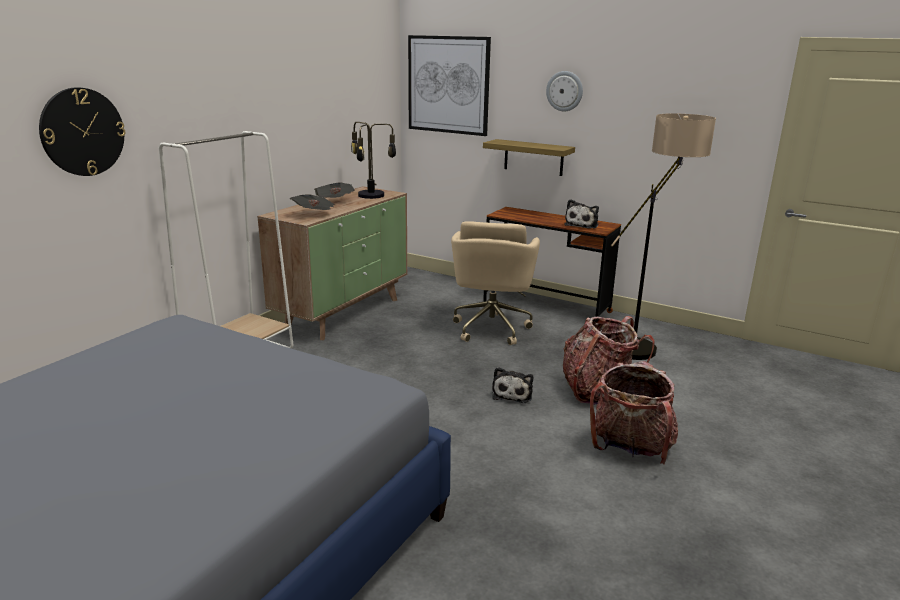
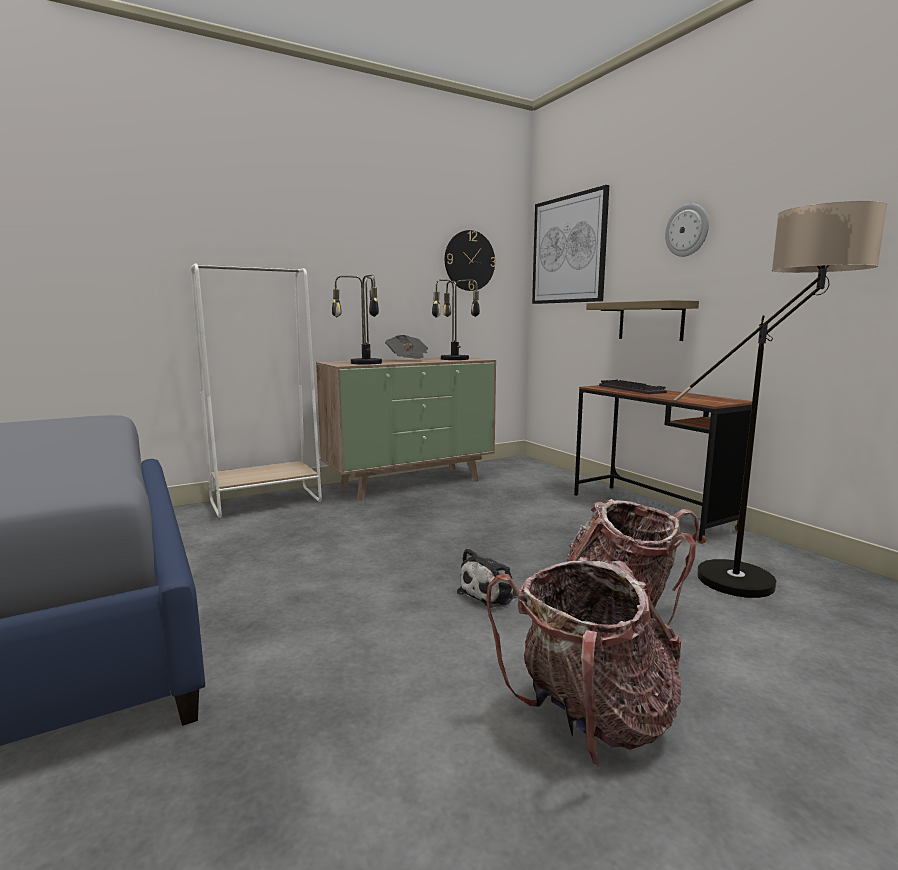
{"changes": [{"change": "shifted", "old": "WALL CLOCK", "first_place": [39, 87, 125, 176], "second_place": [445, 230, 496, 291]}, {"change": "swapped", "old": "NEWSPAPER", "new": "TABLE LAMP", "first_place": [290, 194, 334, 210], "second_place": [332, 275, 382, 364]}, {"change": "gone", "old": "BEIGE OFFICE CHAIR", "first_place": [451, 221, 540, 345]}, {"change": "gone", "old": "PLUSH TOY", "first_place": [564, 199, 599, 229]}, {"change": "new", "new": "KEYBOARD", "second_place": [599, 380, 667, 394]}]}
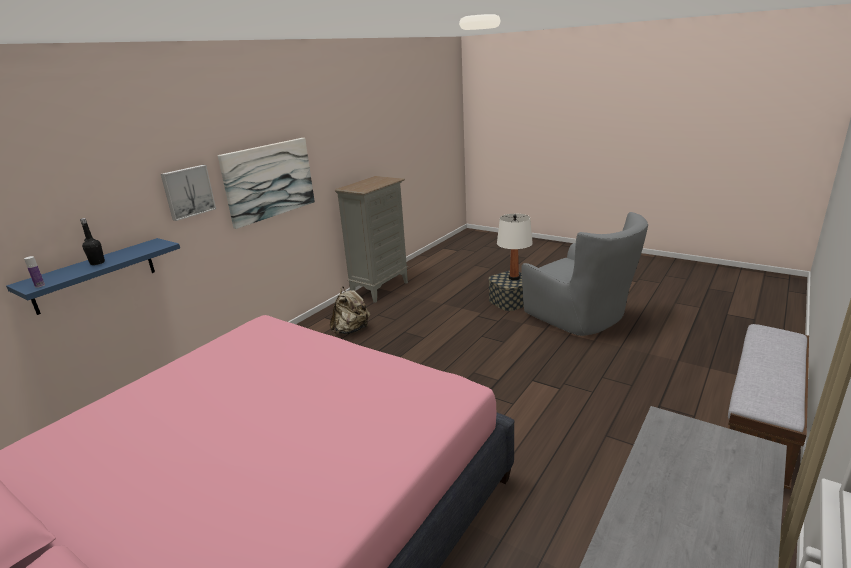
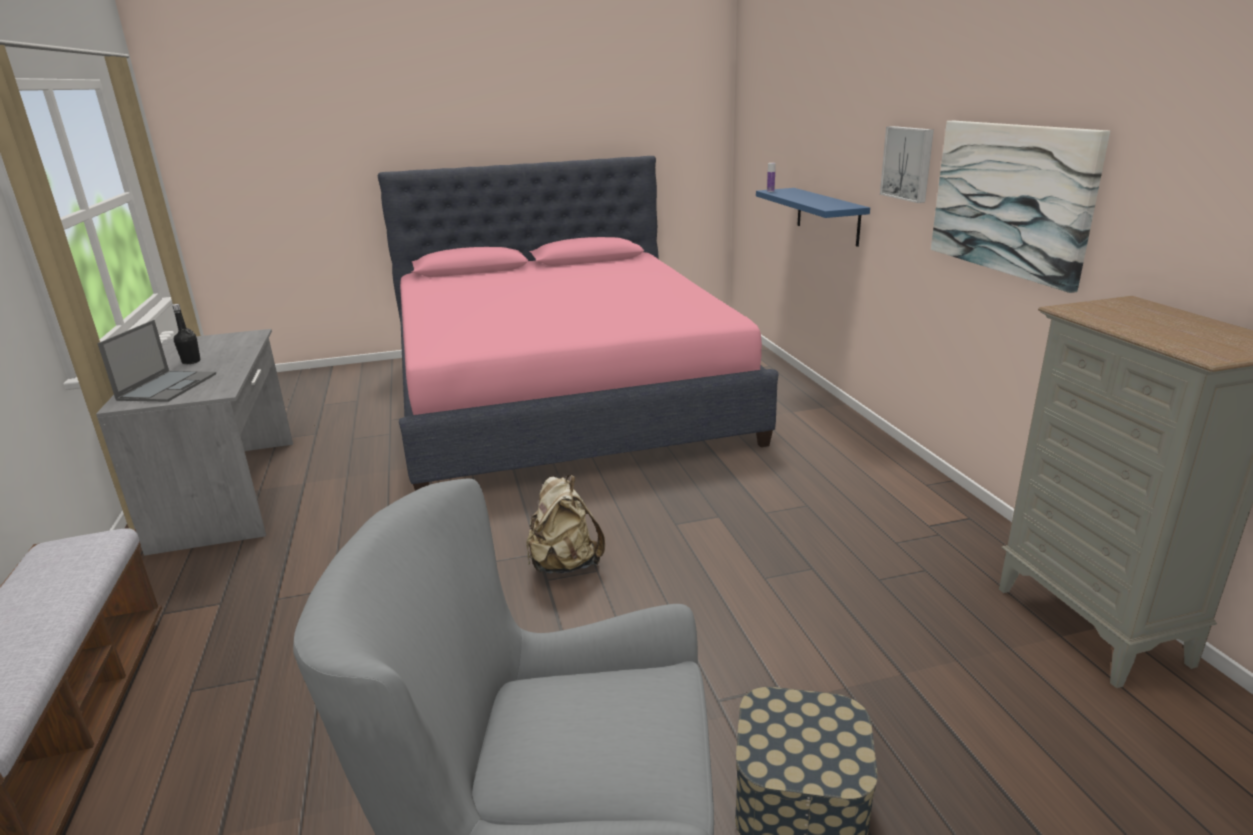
{"changes": [{"change": "shifted", "old": "BLACK BOTTLE", "first_place": [80, 218, 105, 265], "second_place": [172, 304, 201, 364]}, {"change": "shifted", "old": "BEIGE BACKPACK", "first_place": [330, 287, 370, 334], "second_place": [526, 475, 605, 574]}, {"change": "gone", "old": "WHITE TABLE LAMP", "first_place": [497, 214, 533, 280]}, {"change": "new", "new": "LAPTOP", "second_place": [97, 320, 216, 402]}]}
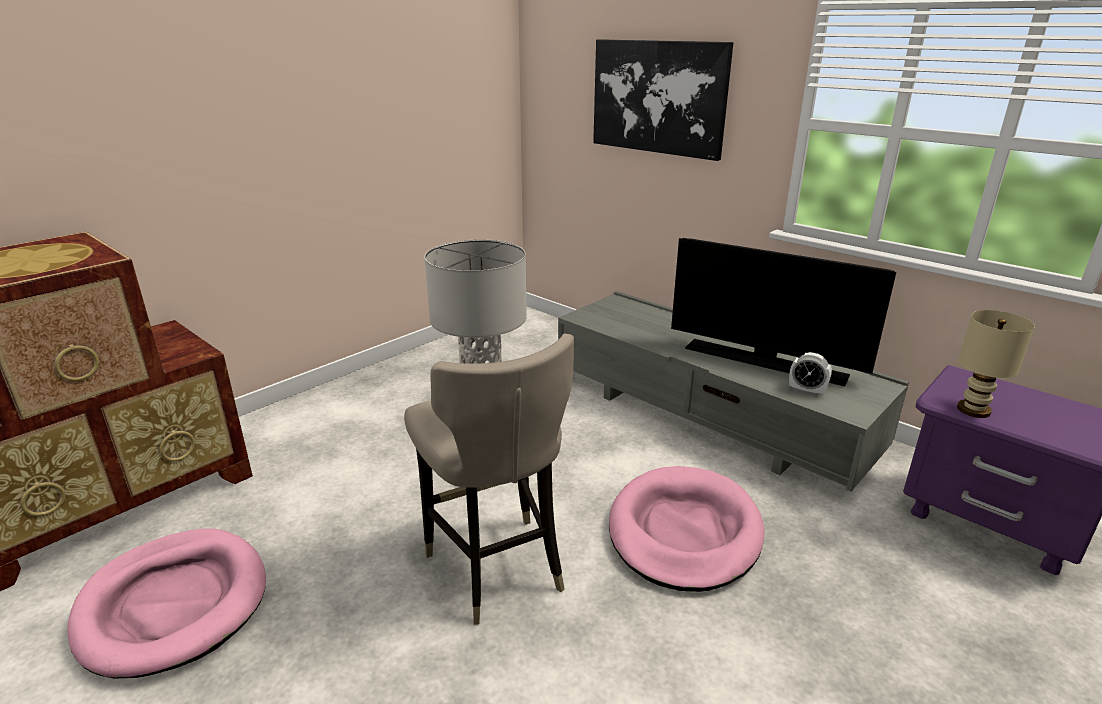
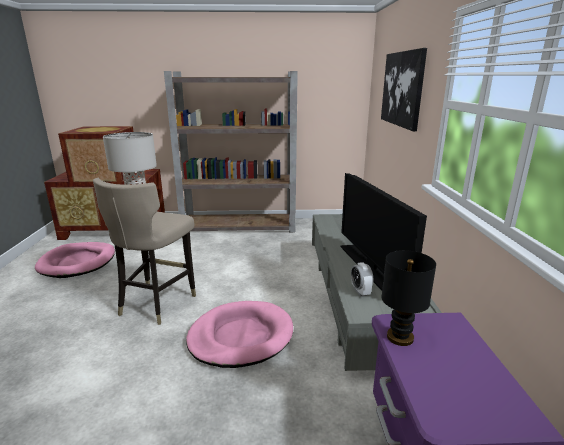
{"changes": [{"change": "repainted", "old": "BEIGE TABLE LAMP", "new": "BLACK TABLE LAMP", "first_place": [957, 310, 1035, 418], "second_place": [381, 250, 436, 346]}, {"change": "new", "new": "BROWN BOOKCASE", "second_place": [164, 71, 298, 233]}]}
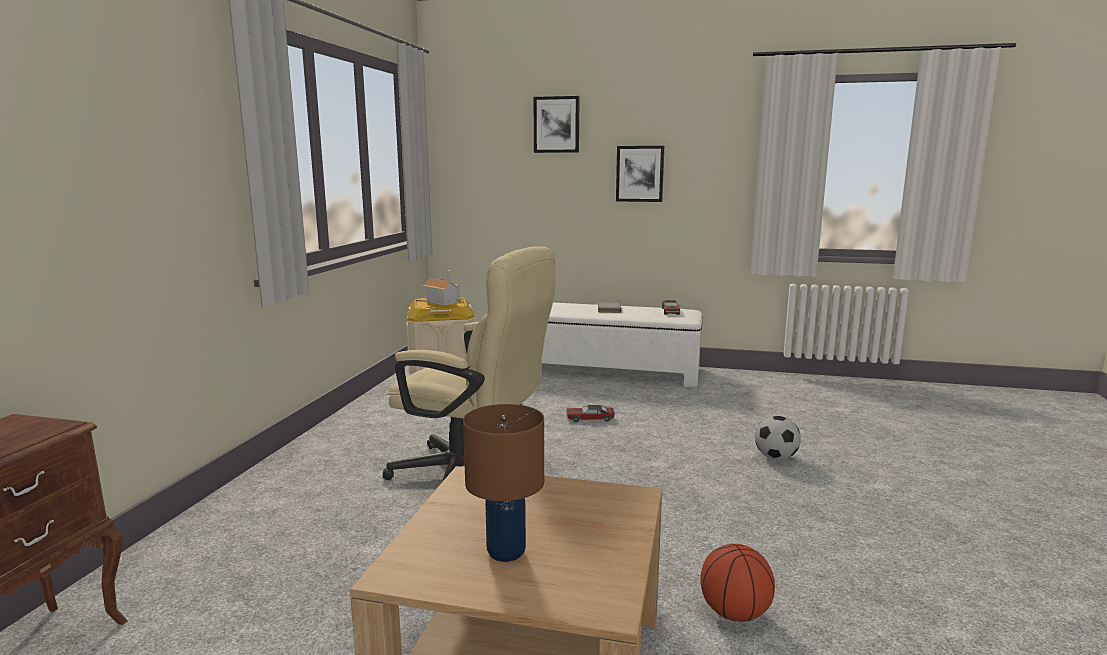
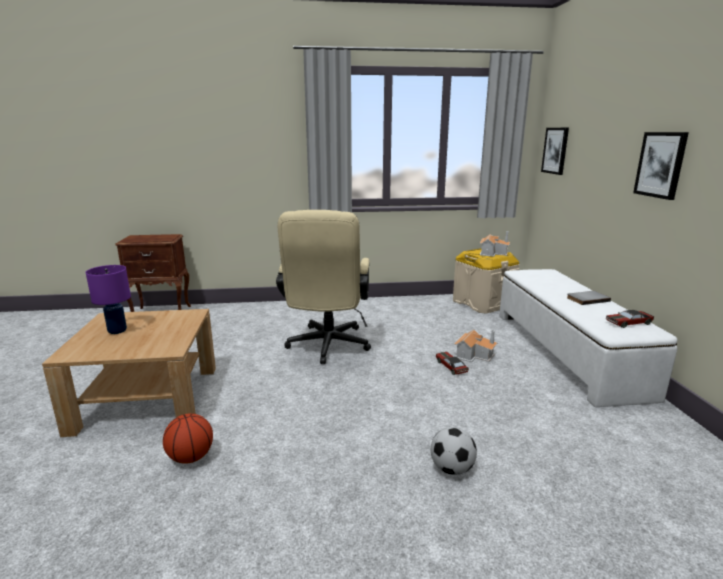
{"changes": [{"change": "repainted", "old": "BROWN TABLE LAMP", "new": "PURPLE TABLE LAMP", "first_place": [463, 404, 544, 562], "second_place": [86, 265, 131, 334]}, {"change": "shifted", "old": "PICTURE", "first_place": [534, 96, 580, 153], "second_place": [541, 128, 569, 175]}, {"change": "new", "new": "TOY HOUSE", "second_place": [454, 330, 497, 362]}]}
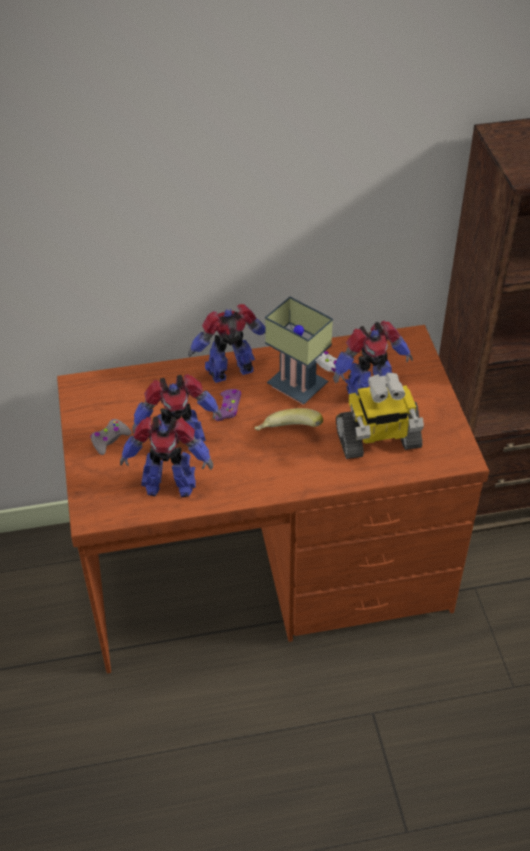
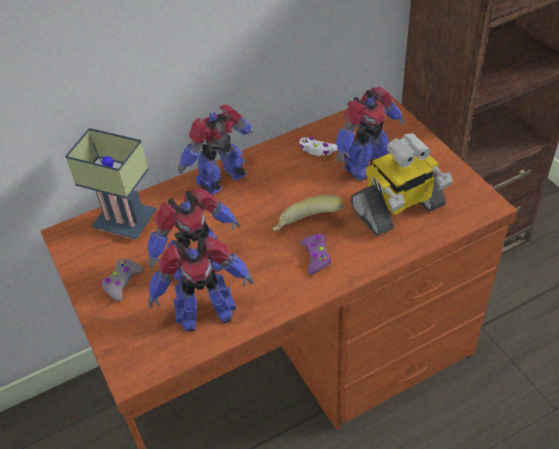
{"changes": [{"change": "shifted", "old": "PURPLE GAME CONTROLLER", "first_place": [215, 389, 241, 421], "second_place": [300, 234, 331, 275]}, {"change": "shifted", "old": "TABLE LAMP", "first_place": [265, 297, 333, 404], "second_place": [65, 128, 157, 240]}]}
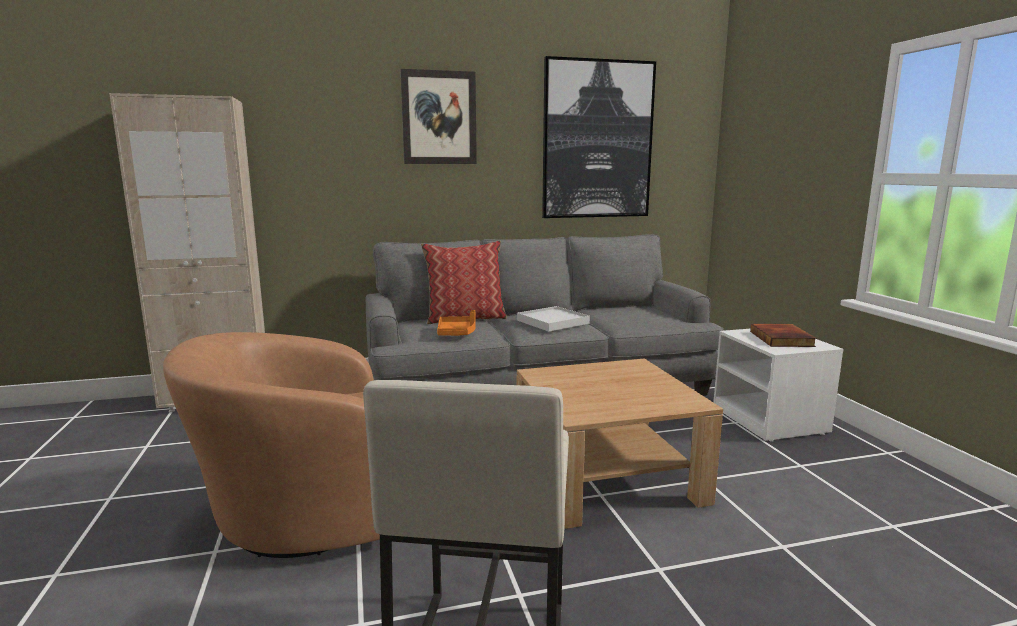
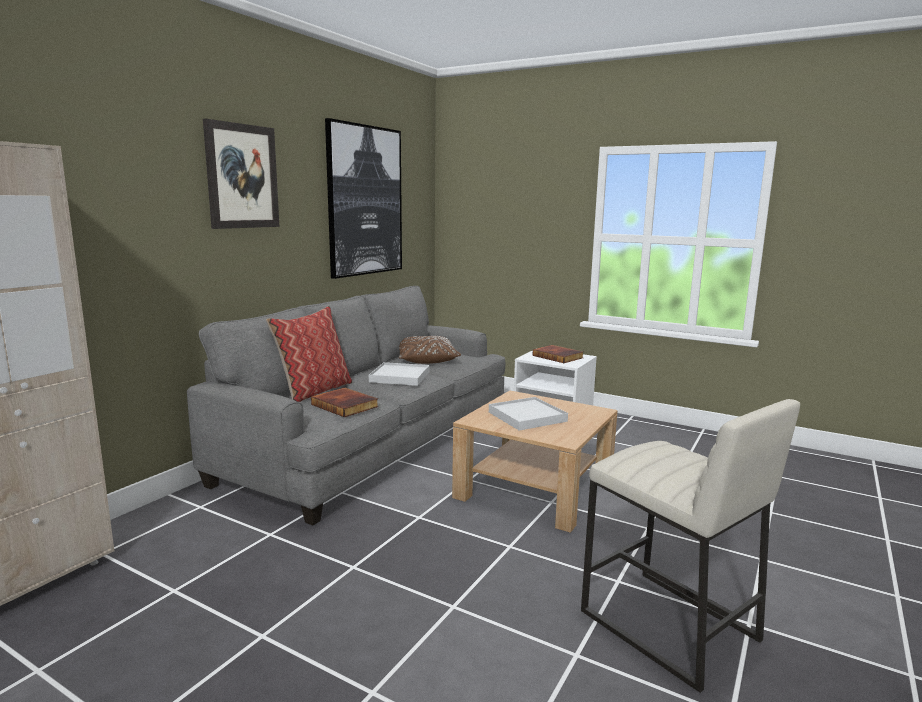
{"changes": [{"change": "gone", "old": "BROWN ARMCHAIR", "first_place": [163, 332, 380, 558]}, {"change": "swapped", "old": "ORANGE TRAY", "new": "BOOK", "first_place": [437, 310, 476, 336], "second_place": [311, 388, 379, 417]}, {"change": "new", "new": "BROWN PILLOW", "second_place": [399, 336, 461, 364]}, {"change": "new", "new": "WHITE TRAY", "second_place": [489, 397, 568, 431]}]}
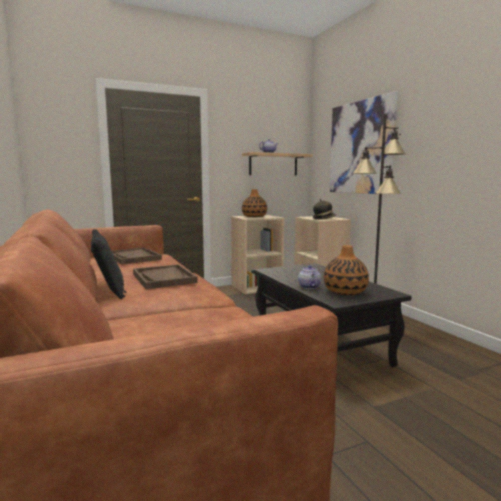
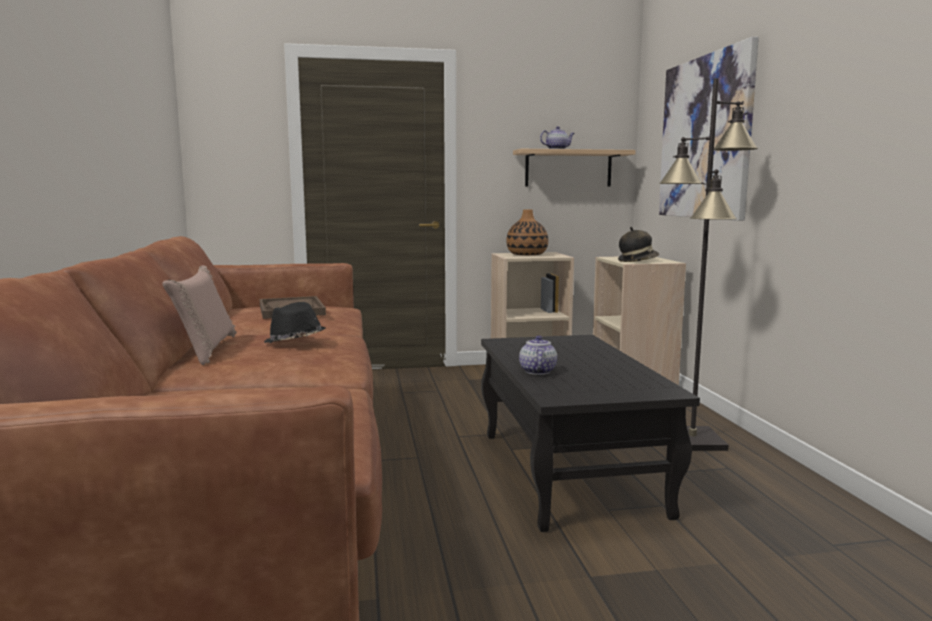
{"changes": [{"change": "repainted", "old": "BLACK PILLOW", "new": "BEIGE PILLOW", "first_place": [91, 229, 126, 299], "second_place": [162, 265, 237, 365]}, {"change": "swapped", "old": "BROWN TRAY", "new": "BLACK HAT", "first_place": [133, 264, 198, 289], "second_place": [264, 302, 326, 343]}, {"change": "gone", "old": "VASE", "first_place": [324, 245, 369, 295]}]}
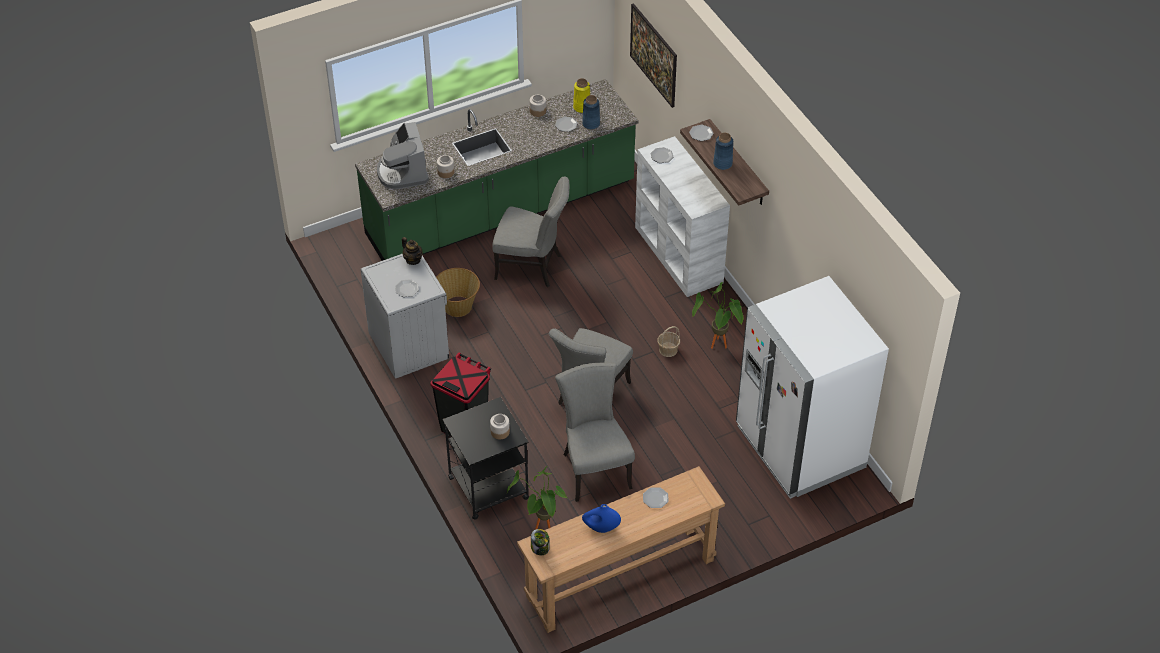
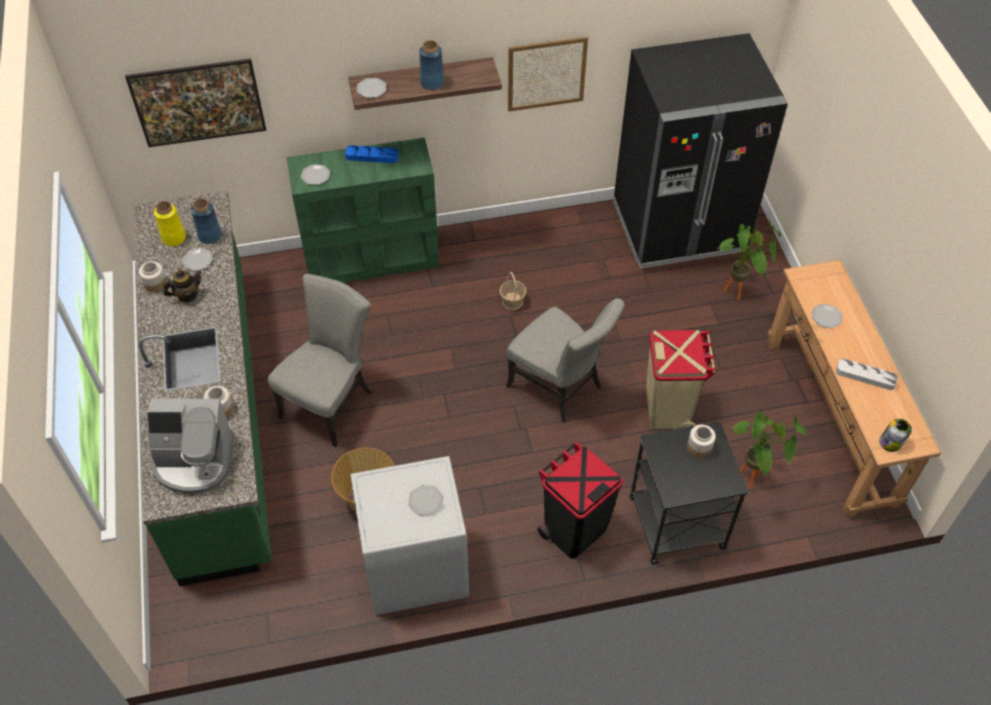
{"changes": [{"change": "shifted", "old": "TEAPOT", "first_place": [402, 237, 423, 265], "second_place": [163, 270, 202, 302]}, {"change": "swapped", "old": "GREY CHAIR", "new": "BEIGE TRASH CAN", "first_place": [555, 362, 635, 502], "second_place": [647, 330, 716, 429]}, {"change": "swapped", "old": "BLUE VASE", "new": "GREY TRAY", "first_place": [582, 504, 621, 533], "second_place": [836, 358, 898, 390]}, {"change": "repainted", "old": "WHITE BOOKCASE", "new": "GREEN BOOKCASE", "first_place": [635, 136, 730, 297], "second_place": [287, 137, 440, 283]}, {"change": "shifted", "old": "POTTED PLANT", "first_place": [692, 282, 743, 349], "second_place": [716, 220, 781, 300]}, {"change": "repainted", "old": "WHITE FRIDGE", "new": "BLACK FRIDGE", "first_place": [736, 276, 889, 499], "second_place": [613, 33, 788, 269]}, {"change": "new", "new": "BLUE TRAY", "second_place": [345, 145, 399, 163]}, {"change": "new", "new": "PICTURE", "second_place": [508, 37, 588, 112]}]}
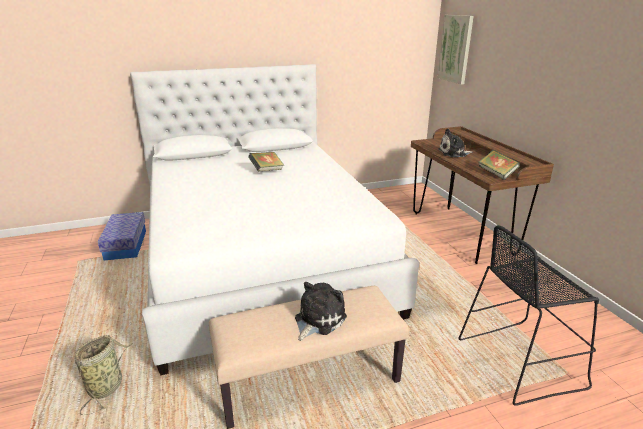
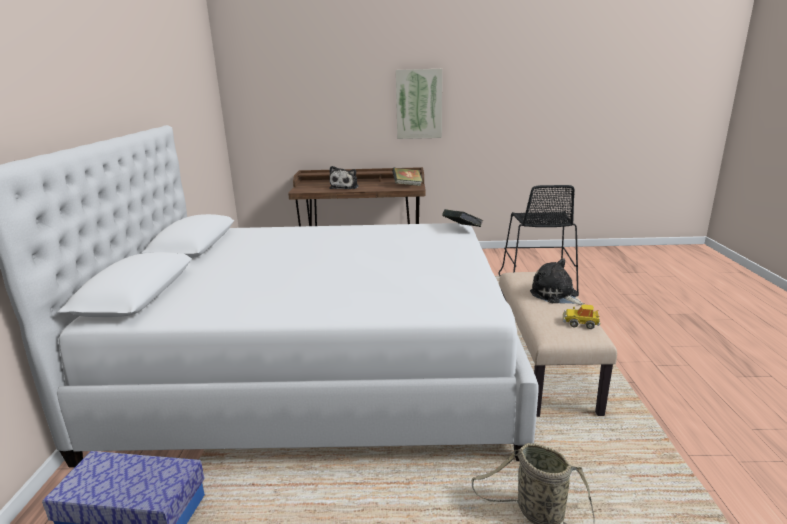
{"changes": [{"change": "shifted", "old": "BOOK", "first_place": [248, 152, 284, 171], "second_place": [442, 209, 483, 227]}, {"change": "shifted", "old": "PICTURE", "first_place": [438, 15, 474, 84], "second_place": [396, 69, 442, 139]}, {"change": "new", "new": "TOY CAR", "second_place": [563, 304, 601, 329]}]}
